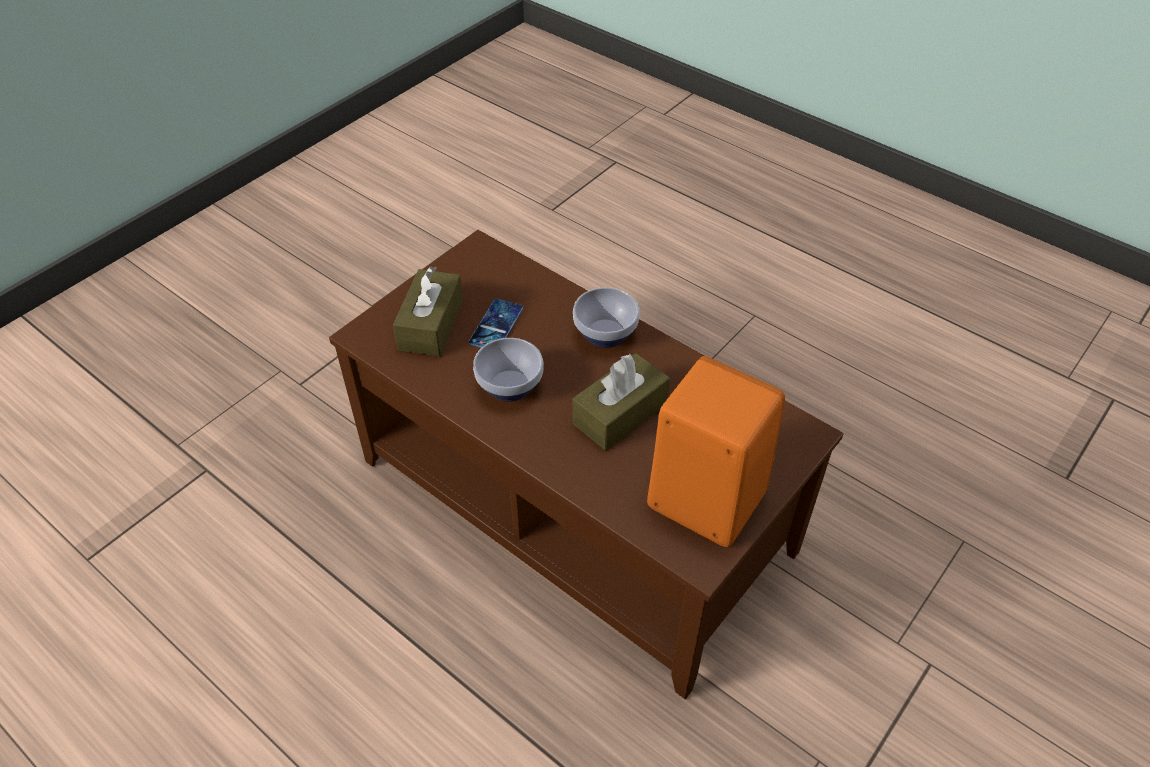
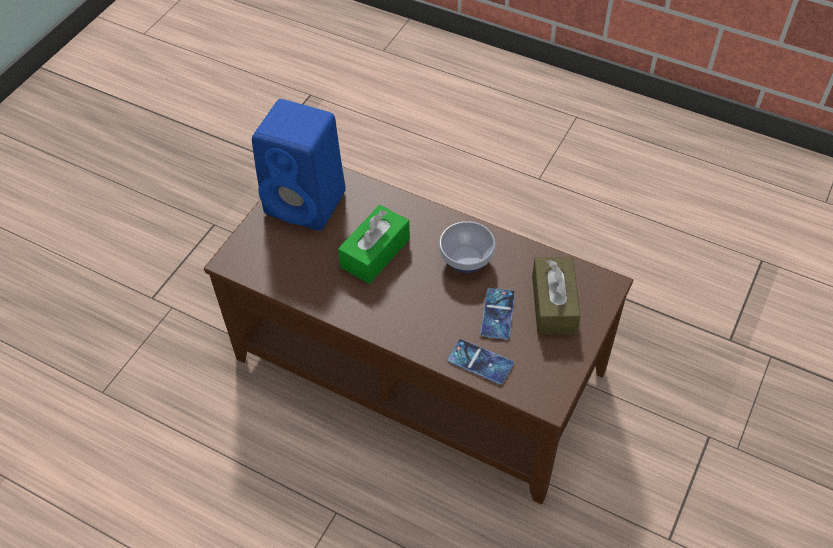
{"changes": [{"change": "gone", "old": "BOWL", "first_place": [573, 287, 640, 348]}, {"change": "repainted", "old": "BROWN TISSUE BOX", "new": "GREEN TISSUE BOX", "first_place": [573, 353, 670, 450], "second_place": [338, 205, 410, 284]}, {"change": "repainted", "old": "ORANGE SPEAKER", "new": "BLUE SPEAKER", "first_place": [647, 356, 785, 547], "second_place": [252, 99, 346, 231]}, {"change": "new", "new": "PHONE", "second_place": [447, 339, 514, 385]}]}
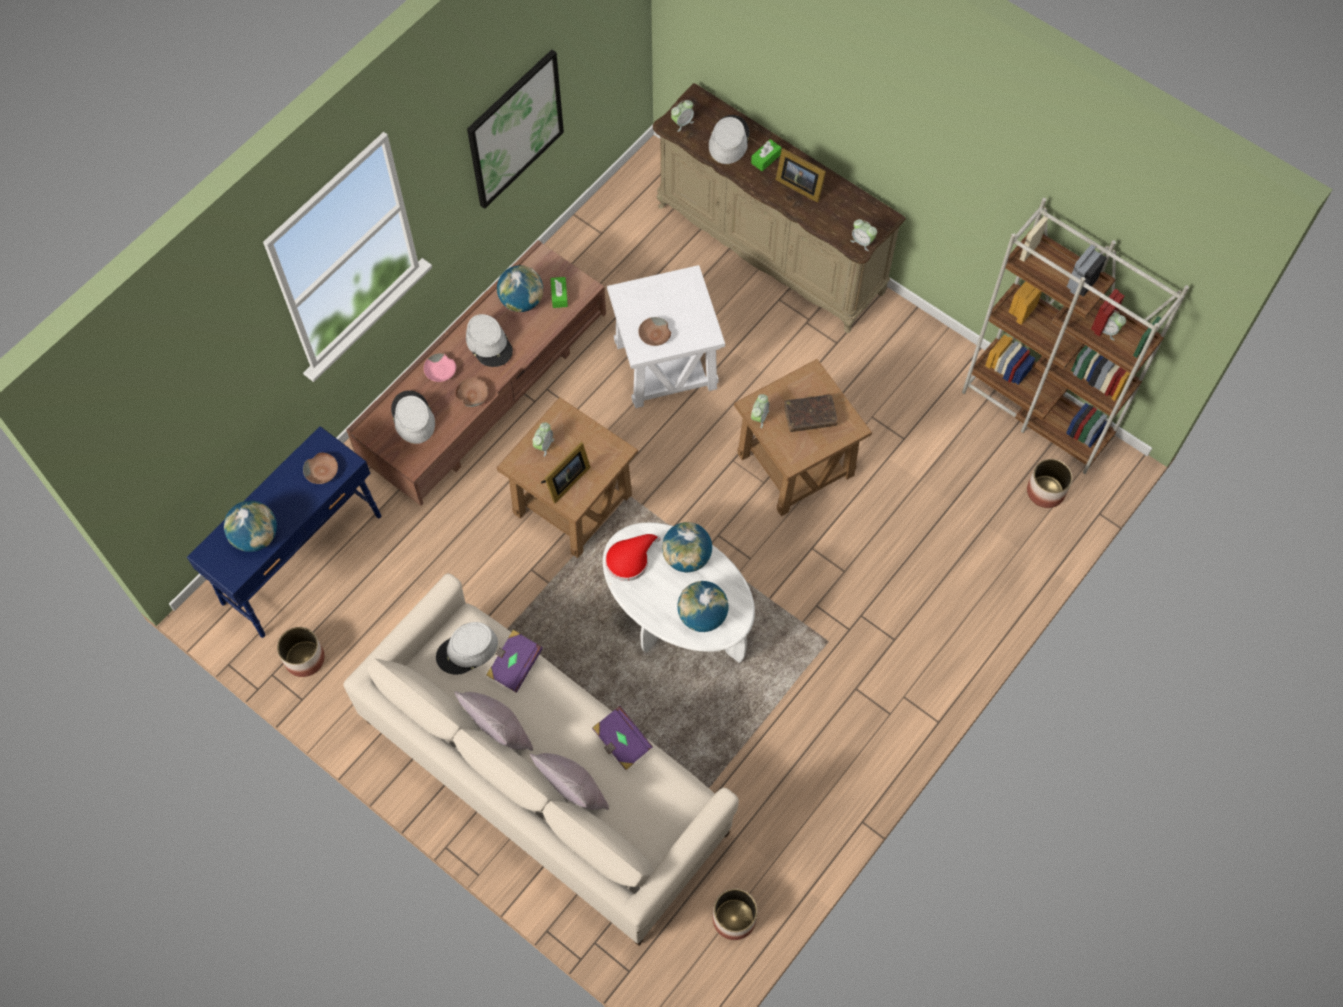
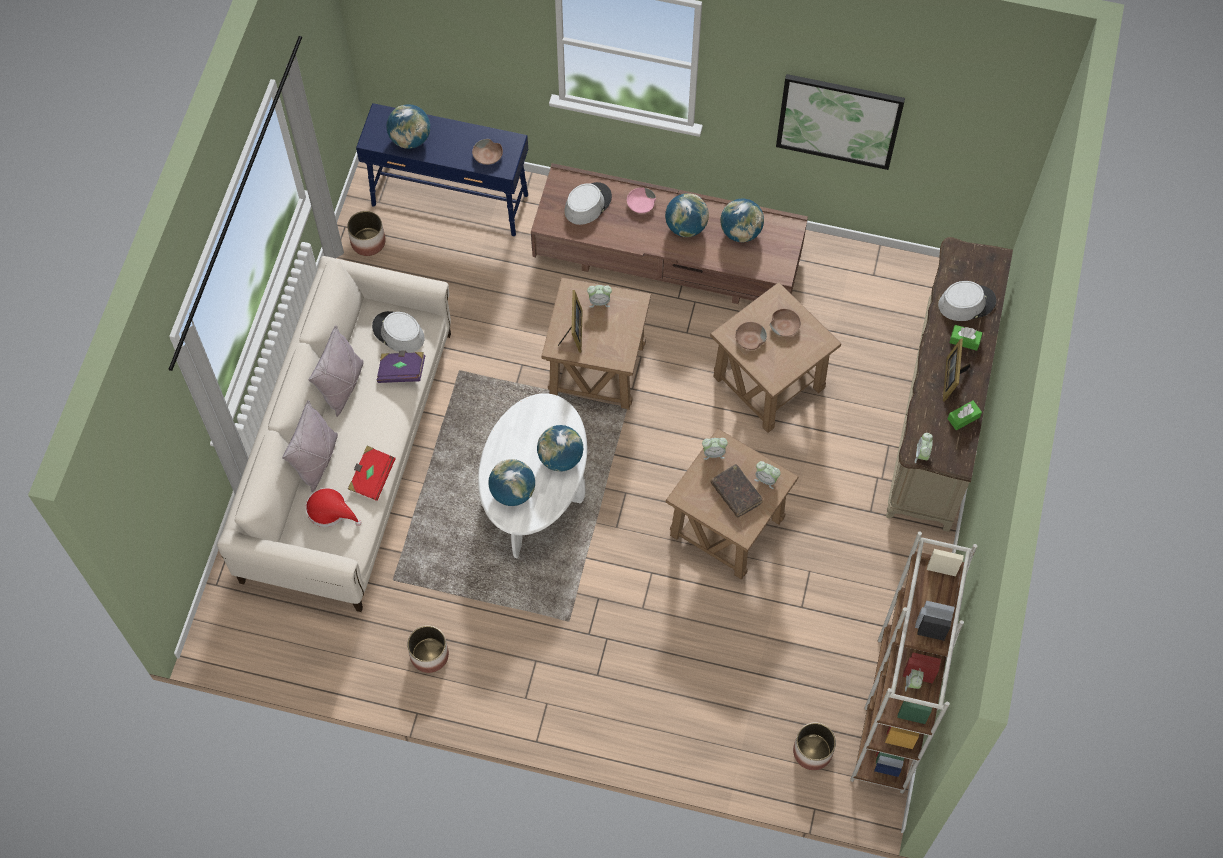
{"changes": [{"change": "shifted", "old": "BROWN BOWL", "first_place": [455, 378, 489, 407], "second_place": [770, 309, 801, 337]}, {"change": "swapped", "old": "GREY HAT", "new": "GLOBE", "first_place": [466, 314, 513, 367], "second_place": [665, 193, 709, 237]}, {"change": "rotated", "old": "PICTURE FRAME", "first_place": [541, 442, 591, 503], "second_place": [558, 290, 583, 353], "degrees": -105}, {"change": "shifted", "old": "GREEN TISSUE BOX", "first_place": [550, 277, 568, 308], "second_place": [948, 401, 982, 430]}, {"change": "repainted", "old": "PURPLE BOOK", "new": "RED BOOK", "first_place": [592, 706, 653, 770], "second_place": [348, 446, 396, 501]}, {"change": "shifted", "old": "RED HAT", "first_place": [605, 534, 660, 581], "second_place": [306, 488, 362, 527]}, {"change": "repainted", "old": "WHITE SIDE TABLE", "new": "BROWN SIDE TABLE", "first_place": [607, 265, 725, 408], "second_place": [710, 282, 841, 433]}, {"change": "shifted", "old": "ALARM CLOCK", "first_place": [671, 100, 694, 132], "second_place": [754, 461, 781, 489]}, {"change": "shifted", "old": "PLANTER", "first_place": [712, 889, 757, 940], "second_place": [407, 625, 449, 673]}]}
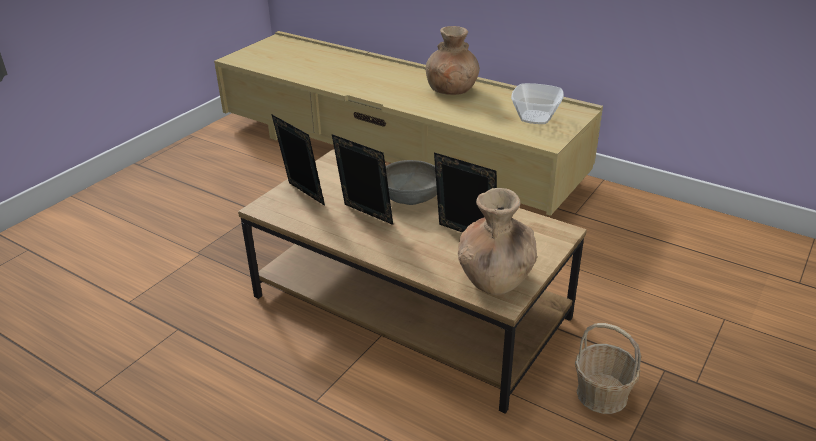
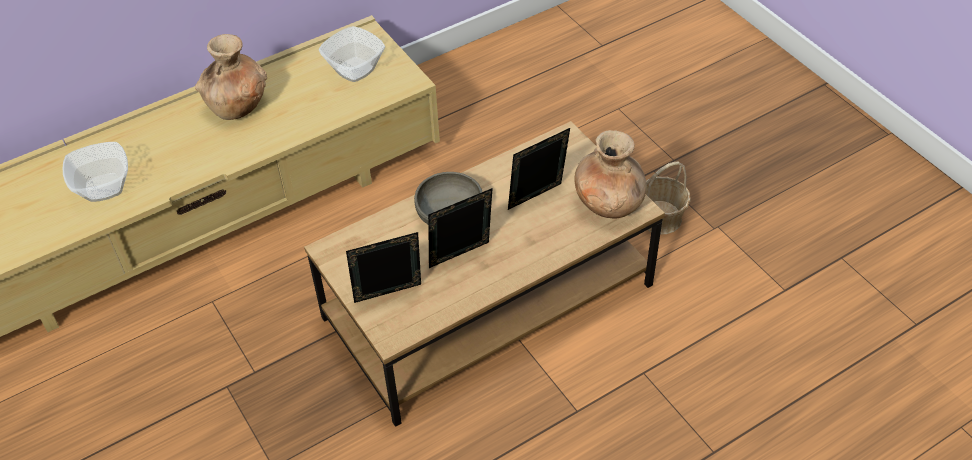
{"changes": [{"change": "new", "new": "BOWL", "second_place": [63, 142, 128, 202]}]}
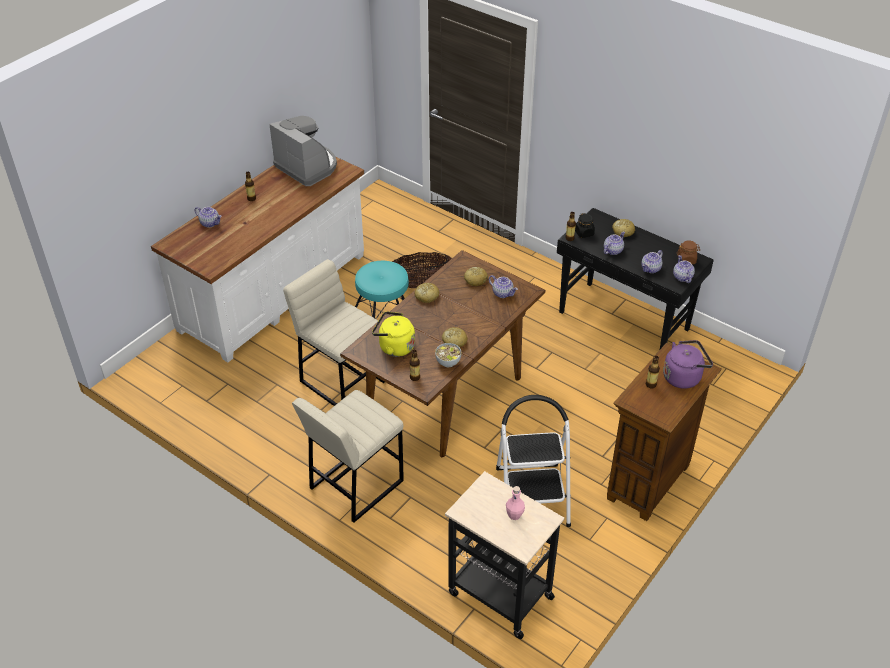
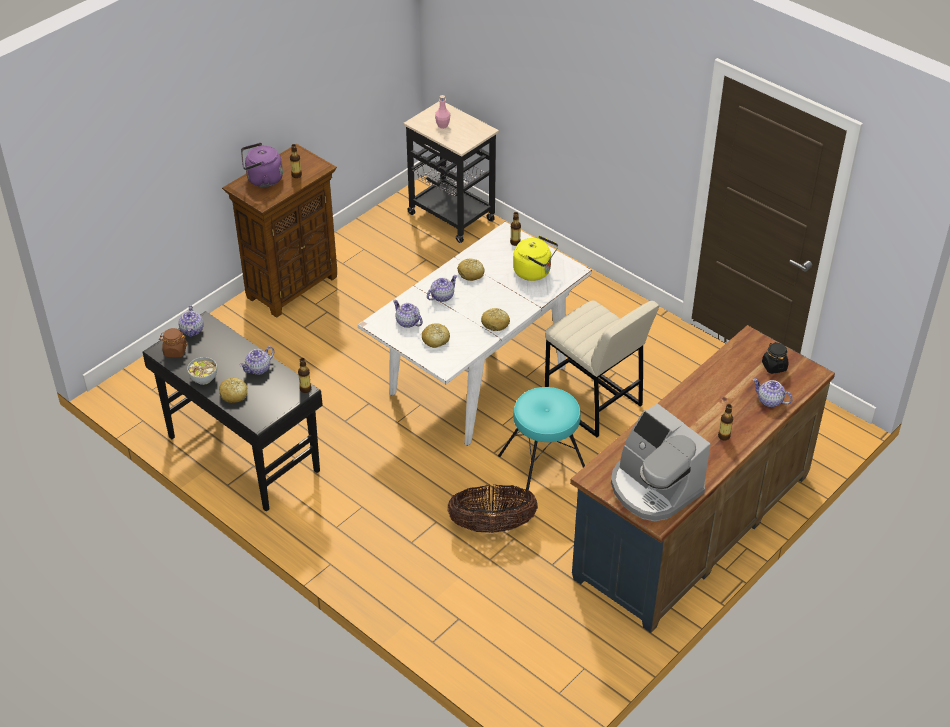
{"changes": [{"change": "repainted", "old": "WHITE DRESSER", "new": "BLUE DRESSER", "first_place": [151, 156, 364, 362], "second_place": [570, 325, 835, 633]}, {"change": "gone", "old": "BEIGE CHAIR", "first_place": [292, 390, 404, 523]}, {"change": "repainted", "old": "BROWN DINING TABLE", "new": "WHITE DINING TABLE", "first_place": [340, 250, 545, 457], "second_place": [358, 222, 592, 446]}, {"change": "shifted", "old": "BOWL", "first_place": [435, 343, 461, 367], "second_place": [187, 357, 217, 385]}, {"change": "gone", "old": "STEP LADDER", "first_place": [496, 395, 571, 527]}, {"change": "shifted", "old": "BLACK JAR", "first_place": [575, 213, 595, 238], "second_place": [762, 342, 789, 374]}, {"change": "shifted", "old": "TEAPOT", "first_place": [641, 250, 663, 273], "second_place": [427, 275, 457, 302]}]}
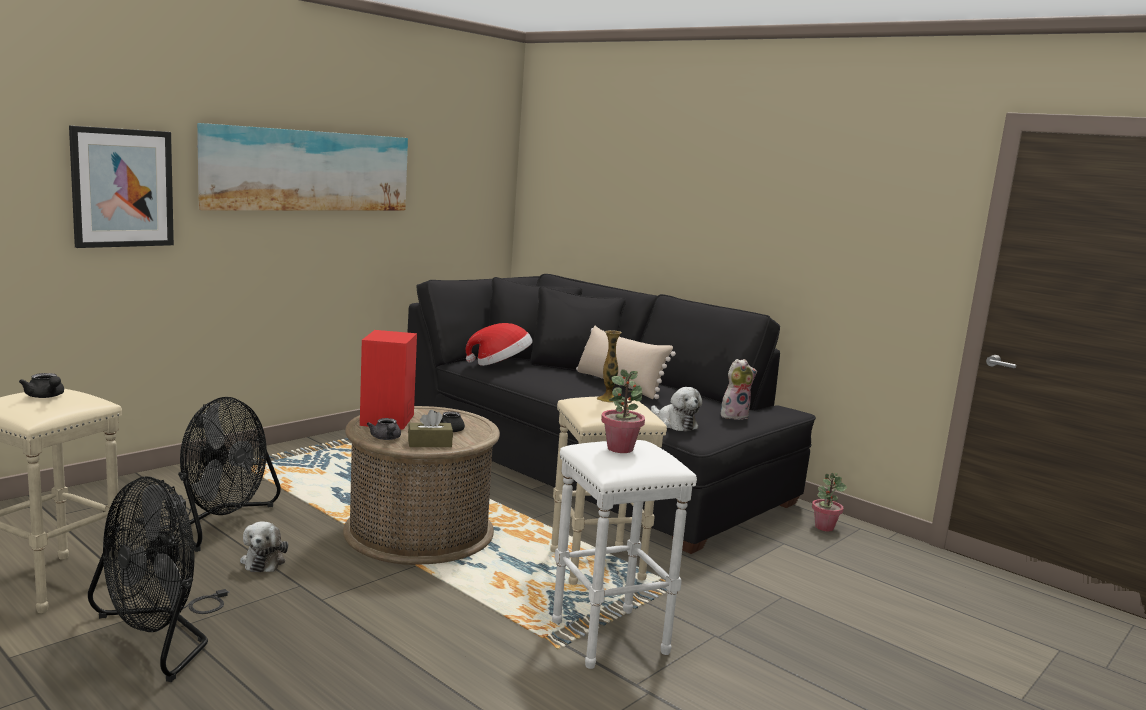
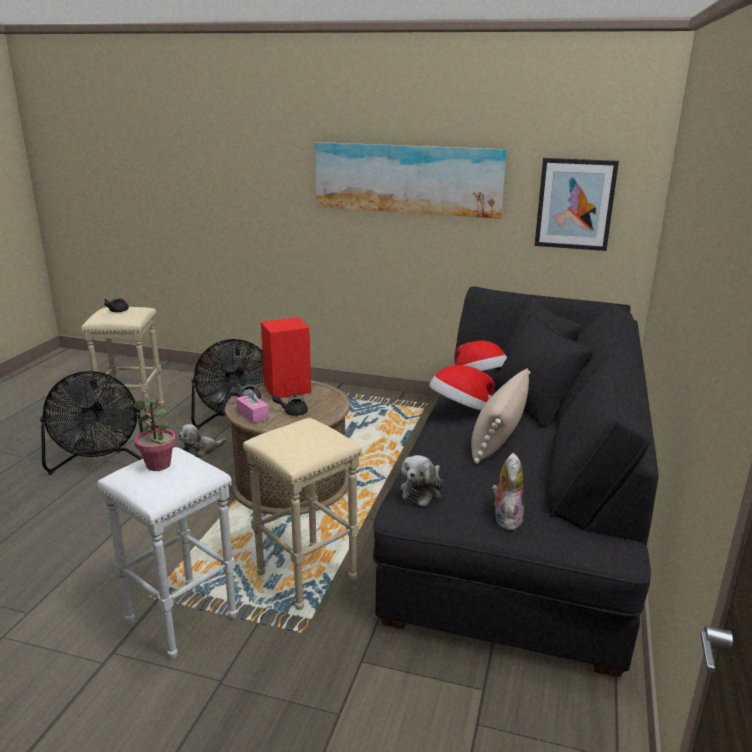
{"changes": [{"change": "shifted", "old": "PICTURE", "first_place": [69, 126, 174, 248], "second_place": [535, 158, 619, 251]}, {"change": "rotated", "old": "BLACK FAN", "first_place": [88, 476, 230, 682], "second_place": [40, 371, 143, 475], "degrees": -120}, {"change": "repainted", "old": "BROWN TISSUE BOX", "new": "PINK TISSUE BOX", "first_place": [408, 410, 453, 447], "second_place": [236, 389, 269, 423]}, {"change": "gone", "old": "VASE", "first_place": [597, 330, 622, 403]}, {"change": "rotated", "old": "PLUSH TOY", "first_place": [721, 359, 757, 420], "second_place": [492, 453, 524, 530], "degrees": -120}, {"change": "gone", "old": "POTTED PLANT", "first_place": [812, 473, 847, 532]}, {"change": "new", "new": "HAT", "second_place": [429, 365, 494, 410]}]}
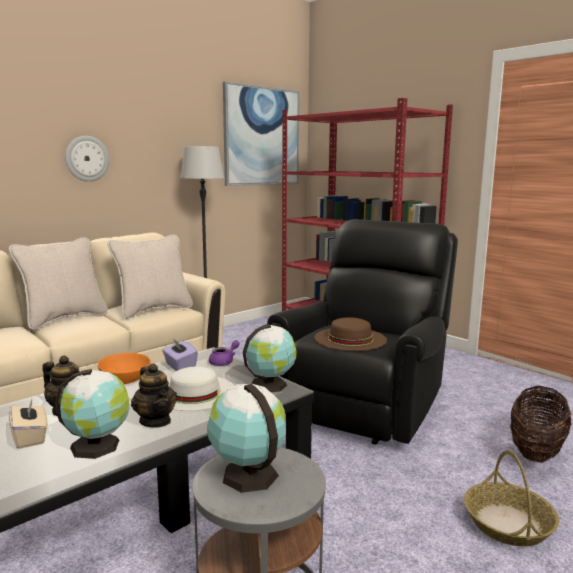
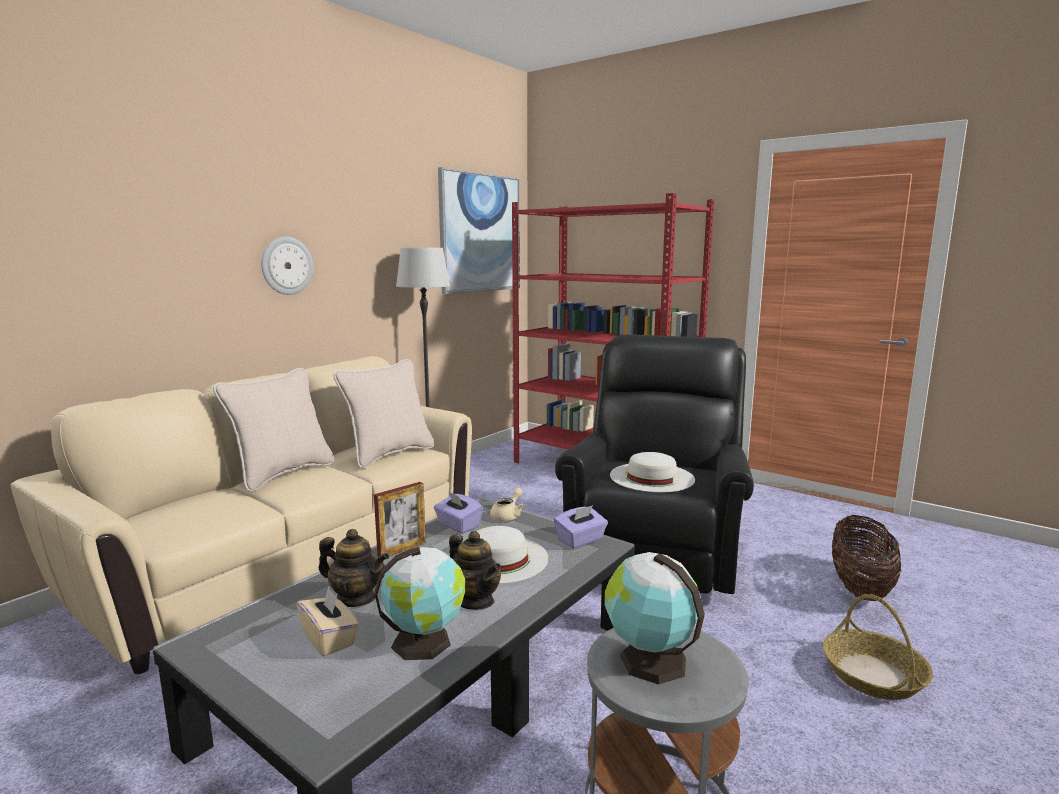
{"changes": [{"change": "swapped", "old": "ORANGE BOWL", "new": "PICTURE FRAME", "first_place": [98, 353, 151, 384], "second_place": [374, 482, 426, 557]}, {"change": "repainted", "old": "PURPLE TEAPOT", "new": "BEIGE TEAPOT", "first_place": [209, 340, 240, 366], "second_place": [490, 488, 524, 521]}, {"change": "swapped", "old": "GLOBE", "new": "PURPLE TISSUE BOX", "first_place": [243, 324, 296, 392], "second_place": [554, 505, 608, 549]}, {"change": "repainted", "old": "BROWN HAT", "new": "WHITE HAT", "first_place": [314, 317, 387, 351], "second_place": [610, 452, 695, 492]}]}
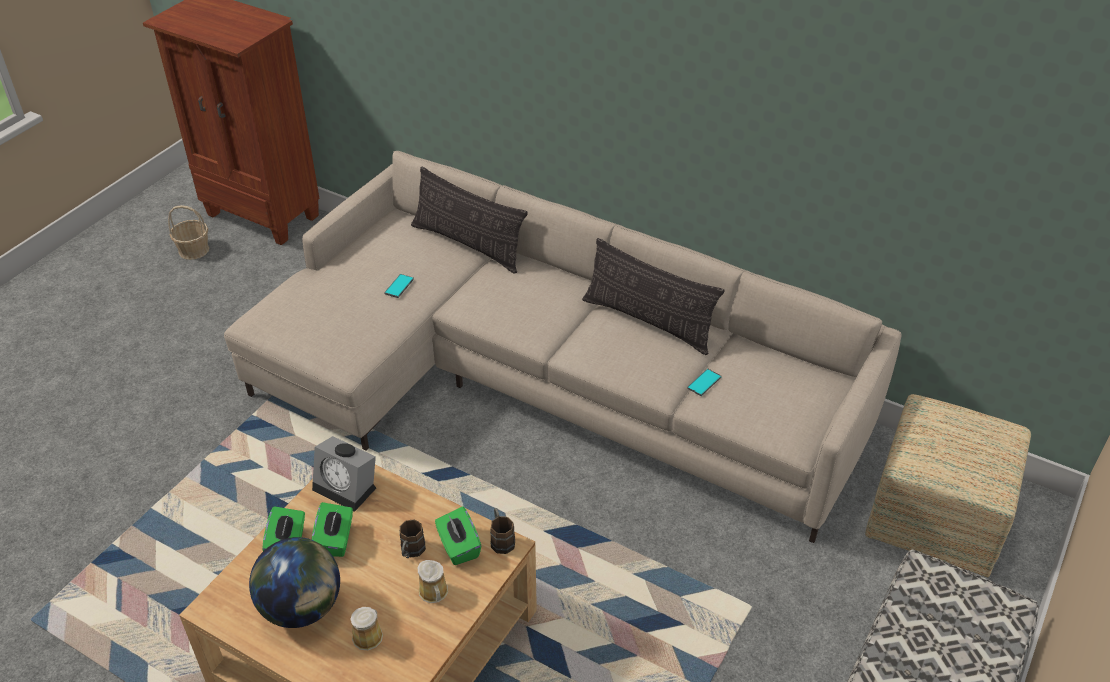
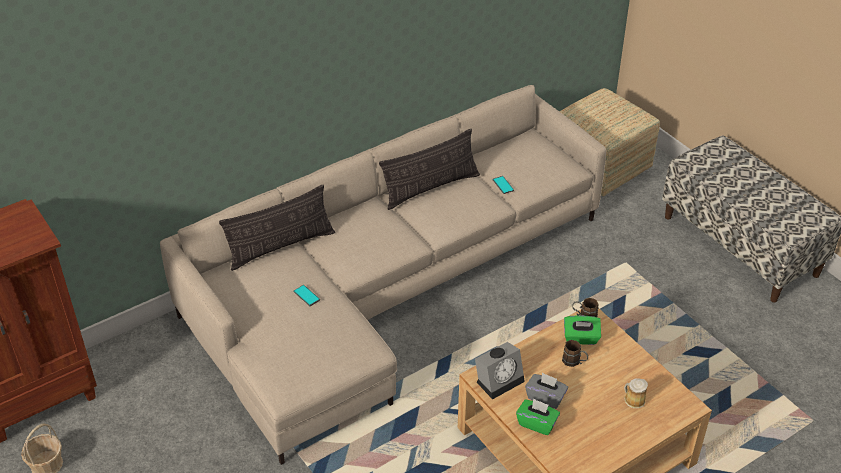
{"changes": [{"change": "gone", "old": "GLOBE", "first_place": [249, 537, 340, 628]}, {"change": "repainted", "old": "GREEN TISSUE BOX", "new": "GREY TISSUE BOX", "first_place": [312, 502, 353, 557], "second_place": [525, 372, 568, 409]}, {"change": "gone", "old": "MUG", "first_place": [418, 560, 448, 603]}]}
